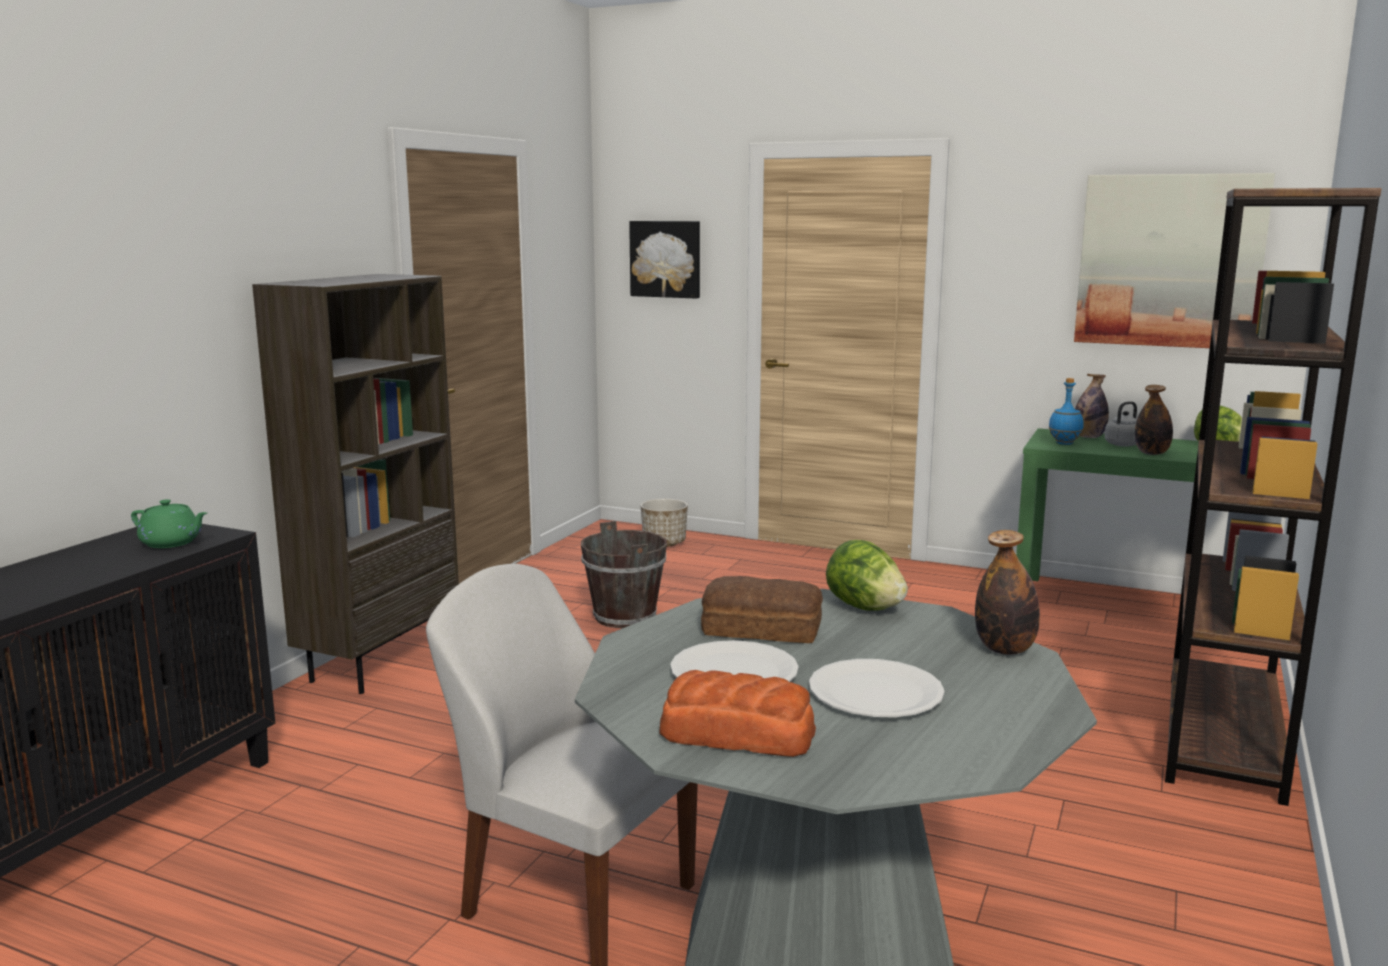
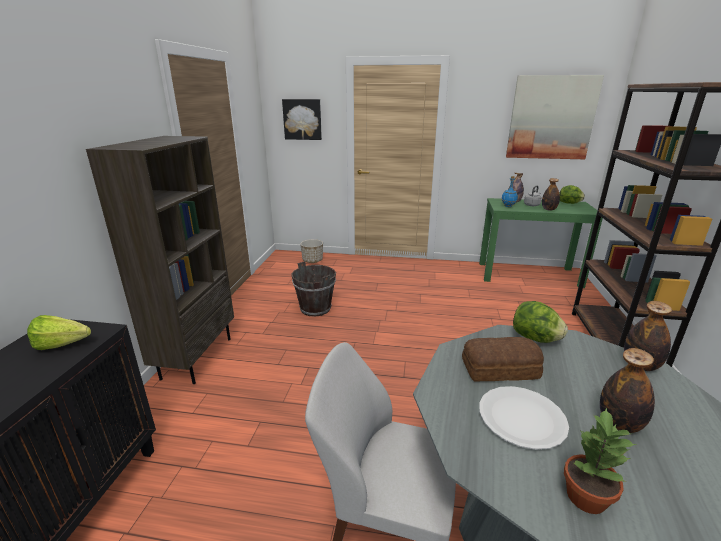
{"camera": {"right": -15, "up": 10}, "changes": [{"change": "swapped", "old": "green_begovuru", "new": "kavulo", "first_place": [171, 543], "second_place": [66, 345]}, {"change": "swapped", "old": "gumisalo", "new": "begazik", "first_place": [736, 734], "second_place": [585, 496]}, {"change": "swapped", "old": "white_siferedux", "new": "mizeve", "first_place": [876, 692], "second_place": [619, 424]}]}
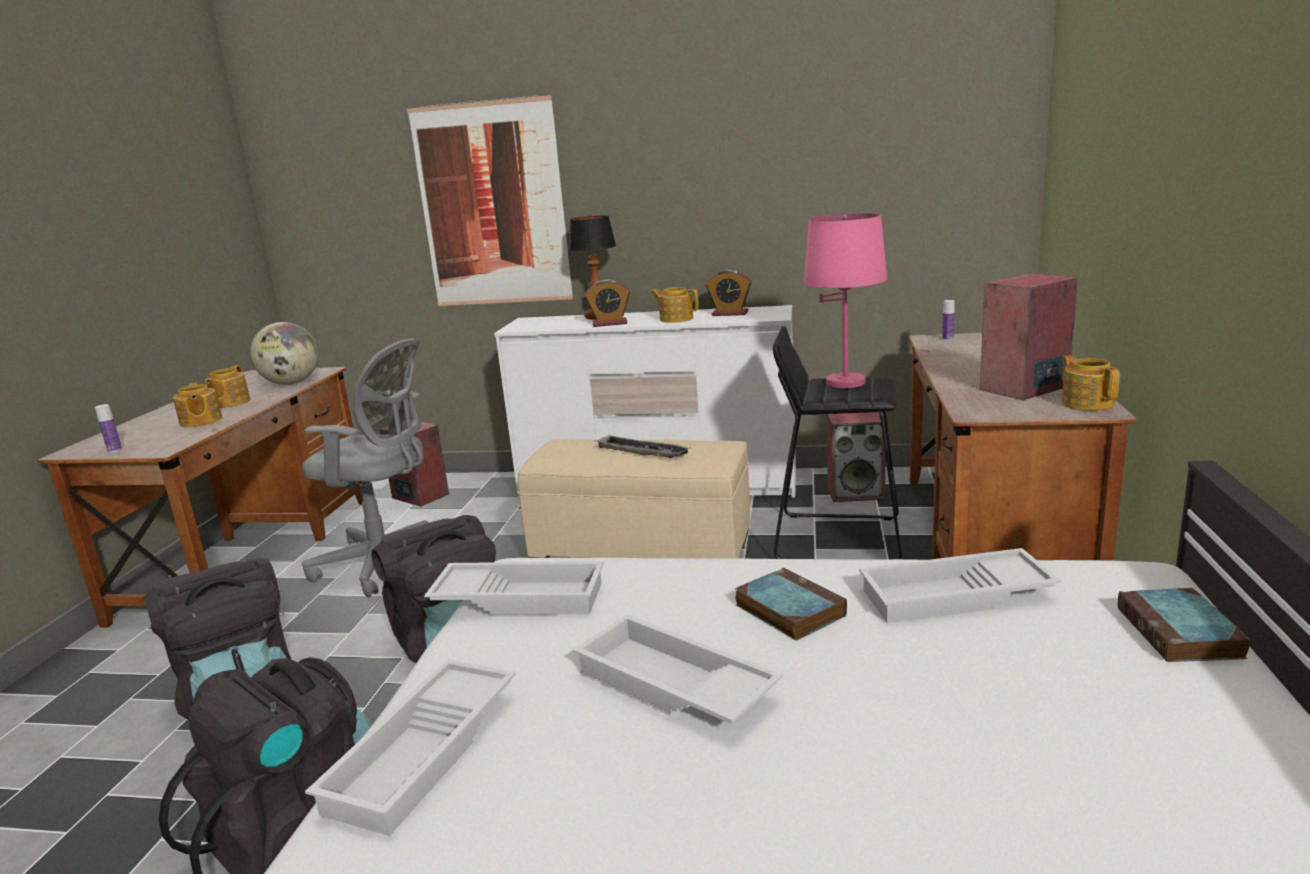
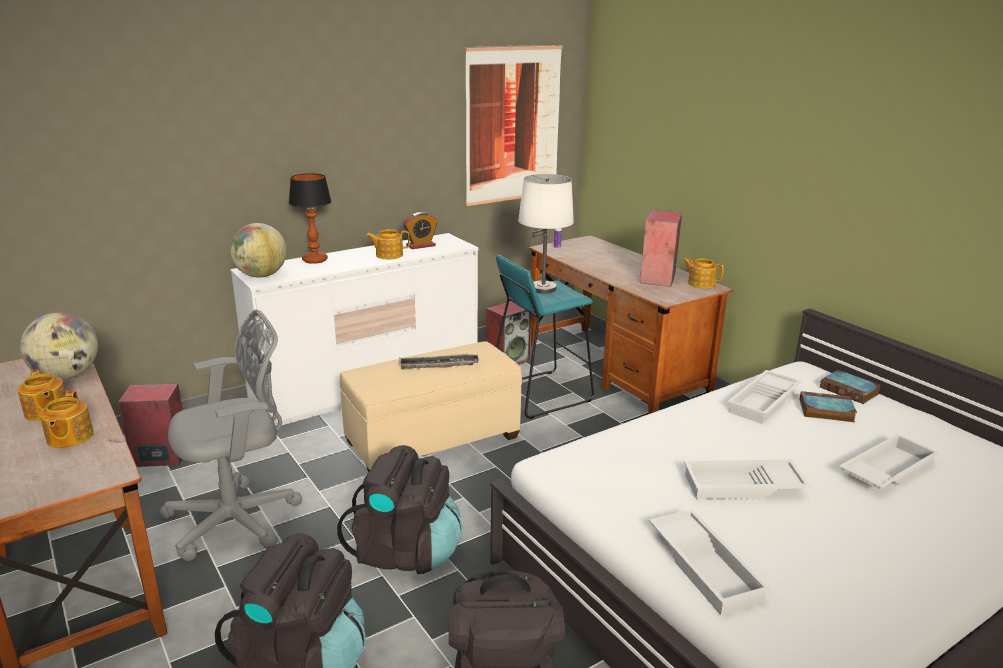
{"camera": {"right": -45, "up": 5}, "changes": [{"change": "gone", "old": "mizeve", "first_place": [114, 450]}, {"change": "rotated", "old": "begovuru", "first_place": [200, 421], "second_place": [69, 437], "degrees": 60}, {"change": "shifted", "old": "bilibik", "first_place": [492, 205], "second_place": [513, 125]}, {"change": "shifted", "old": "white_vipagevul", "first_place": [521, 597], "second_place": [885, 470]}, {"change": "gone", "old": "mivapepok", "first_place": [610, 323]}, {"change": "shifted", "old": "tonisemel", "first_place": [787, 610], "second_place": [825, 411]}, {"change": "repainted", "old": "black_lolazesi", "new": "turquoise_lolazesi", "first_place": [836, 539], "second_place": [539, 394]}, {"change": "repainted", "old": "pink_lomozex", "new": "white_lomozex", "first_place": [845, 382], "second_place": [543, 288]}, {"change": "new", "new": "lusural", "second_place": [261, 275]}]}
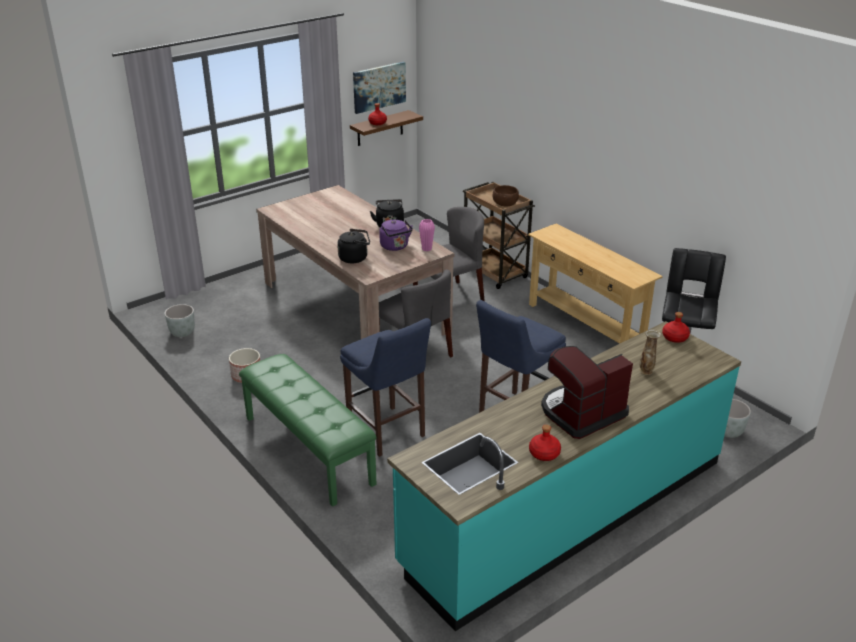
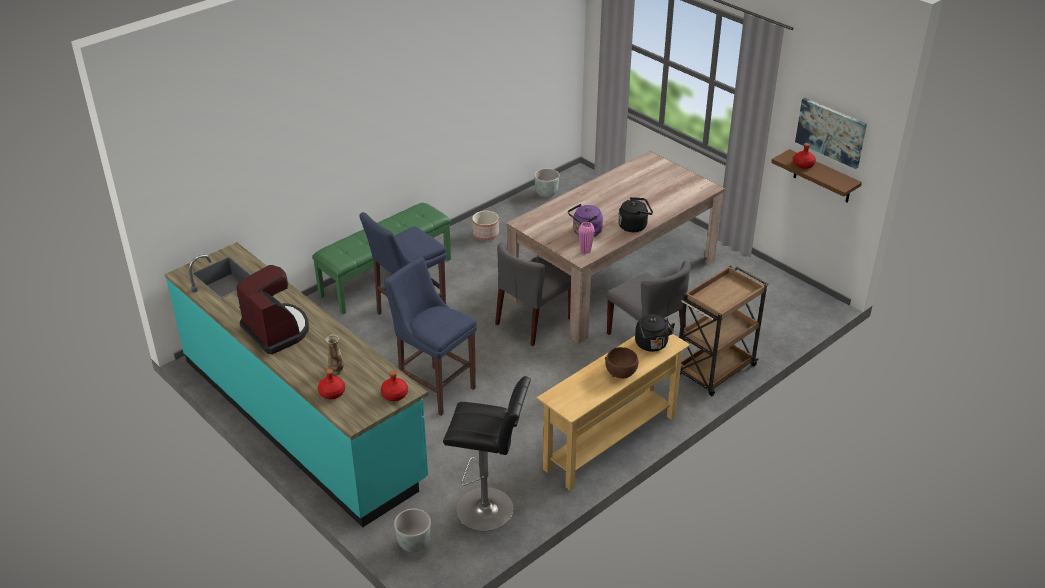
{"camera": {"right": 85, "up": 5}, "changes": [{"change": "shifted", "old": "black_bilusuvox", "first_place": [355, 258], "second_place": [652, 345]}, {"change": "shifted", "old": "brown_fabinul", "first_place": [504, 204], "second_place": [621, 372]}, {"change": "shifted", "old": "red_mizeve", "first_place": [544, 454], "second_place": [331, 393]}]}
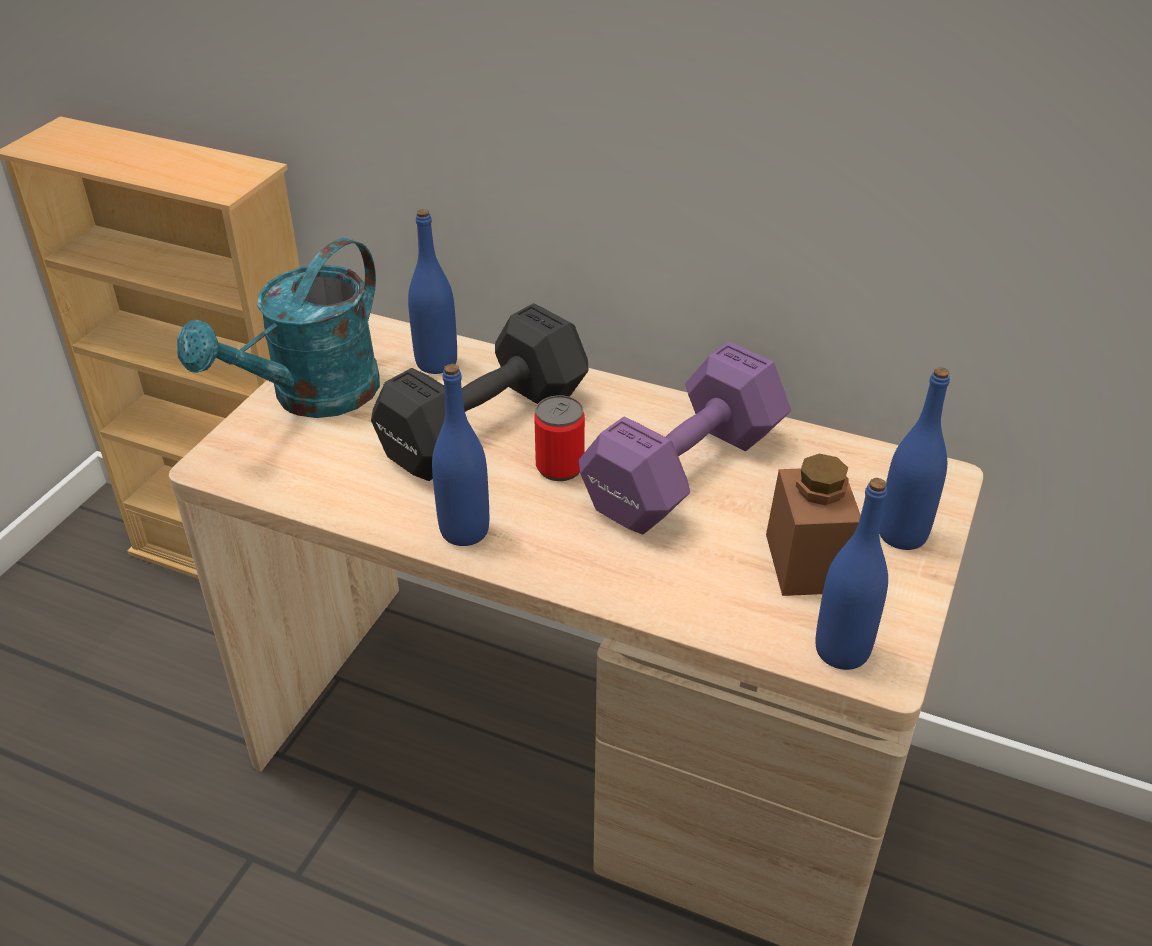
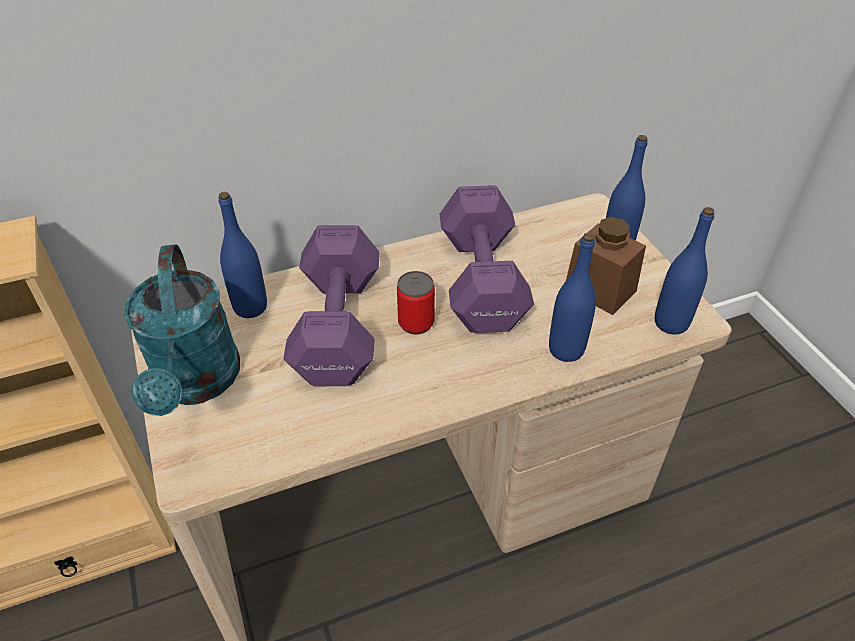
{"camera": {"right": -45, "up": 5}, "changes": [{"change": "repainted", "old": "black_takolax", "new": "purple_takolax", "first_place": [490, 424], "second_place": [339, 324]}, {"change": "shifted", "old": "blue_mizeve", "first_place": [464, 531], "second_place": [566, 350]}]}
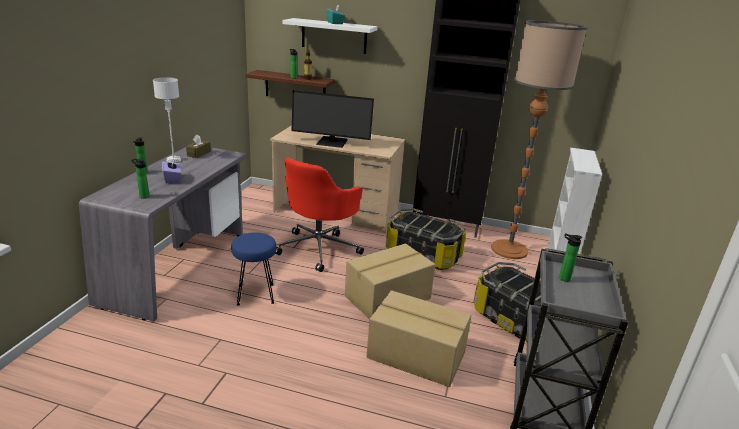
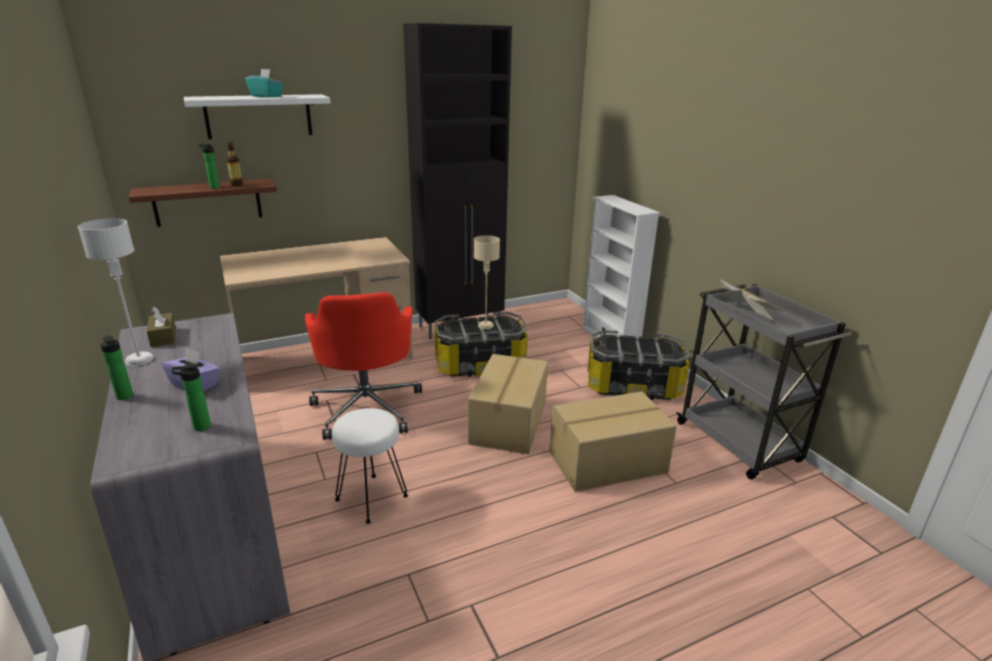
{"camera": {"right": -40, "up": 0}, "changes": [{"change": "repainted", "old": "blue_lolazesi", "new": "white_lolazesi", "first_place": [255, 295], "second_place": [372, 499]}, {"change": "gone", "old": "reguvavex", "first_place": [331, 142]}, {"change": "gone", "old": "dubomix", "first_place": [509, 250]}, {"change": "swapped", "old": "mizeve", "new": "tonisemel", "first_place": [562, 278], "second_place": [746, 312]}, {"change": "new", "new": "beige_lomozex", "second_place": [485, 325]}]}
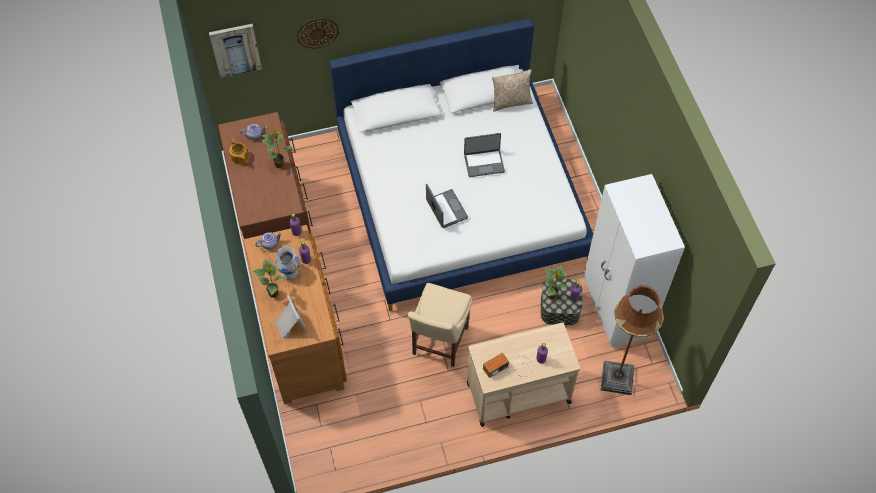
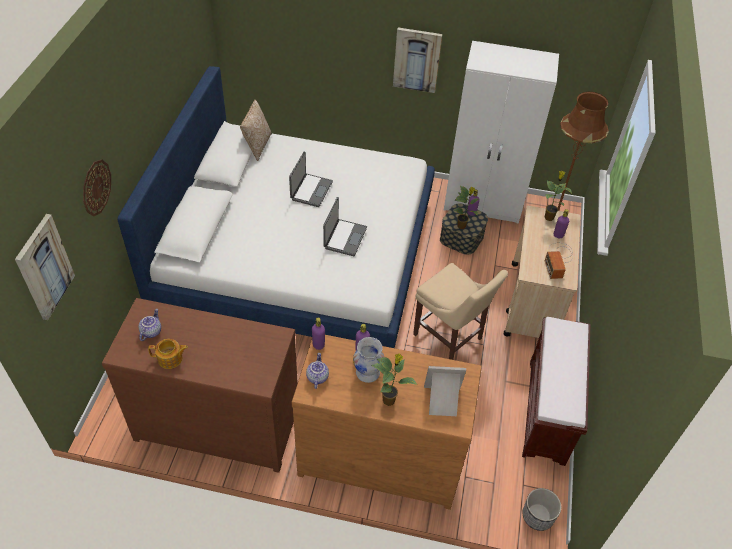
{"camera": {"right": -65, "up": -10}, "changes": [{"change": "shifted", "old": "begazik", "first_place": [280, 164], "second_place": [549, 217]}, {"change": "rotated", "old": "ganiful", "first_place": [446, 209], "second_place": [344, 238], "degrees": 105}, {"change": "new", "new": "bilibik", "second_place": [417, 60]}, {"change": "new", "new": "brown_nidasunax", "second_place": [547, 412]}, {"change": "new", "new": "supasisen", "second_place": [537, 516]}]}
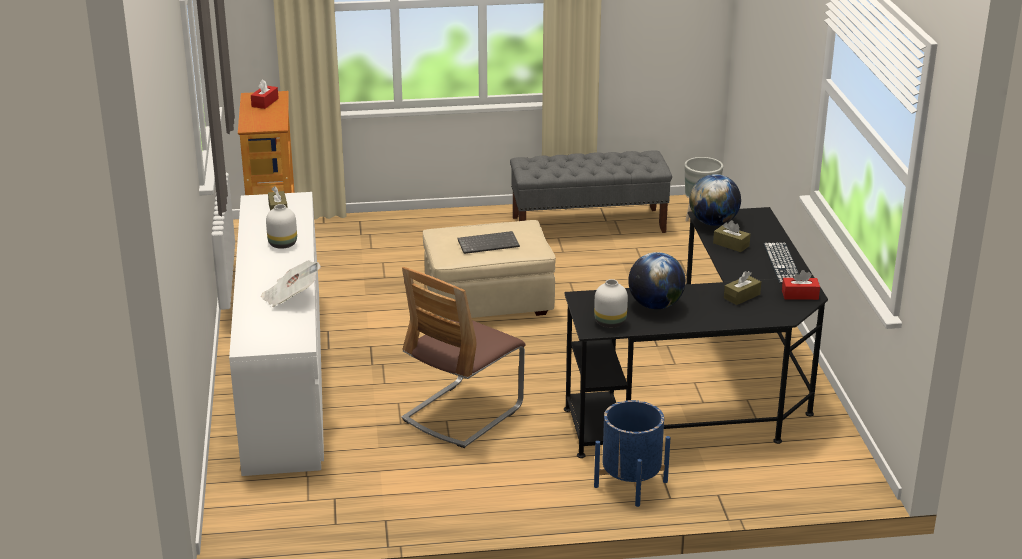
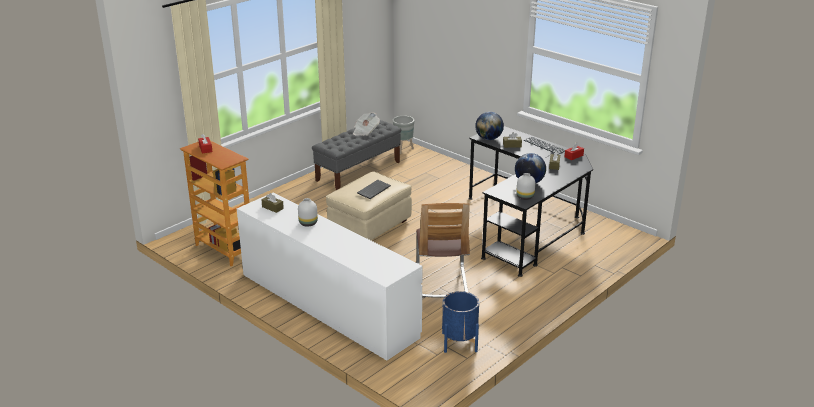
{"camera": {"right": -40, "up": 0}, "changes": [{"change": "shifted", "old": "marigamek", "first_place": [291, 297], "second_place": [365, 131]}, {"change": "shifted", "old": "blue_supasisen", "first_place": [630, 484], "second_place": [459, 342]}]}
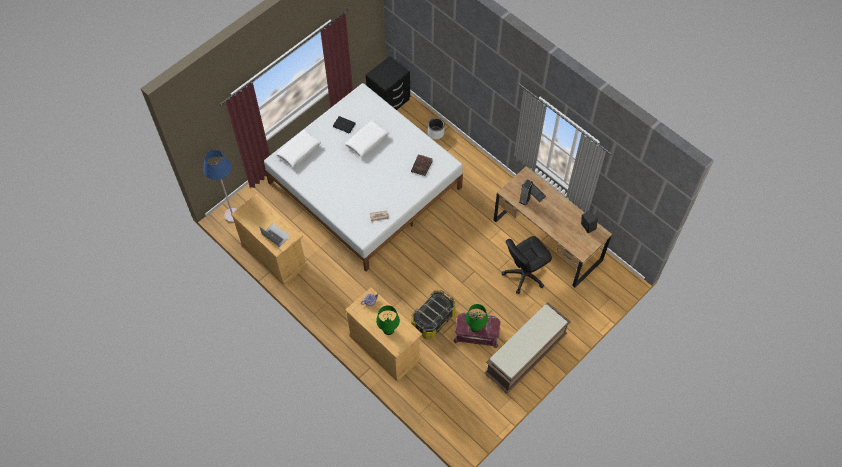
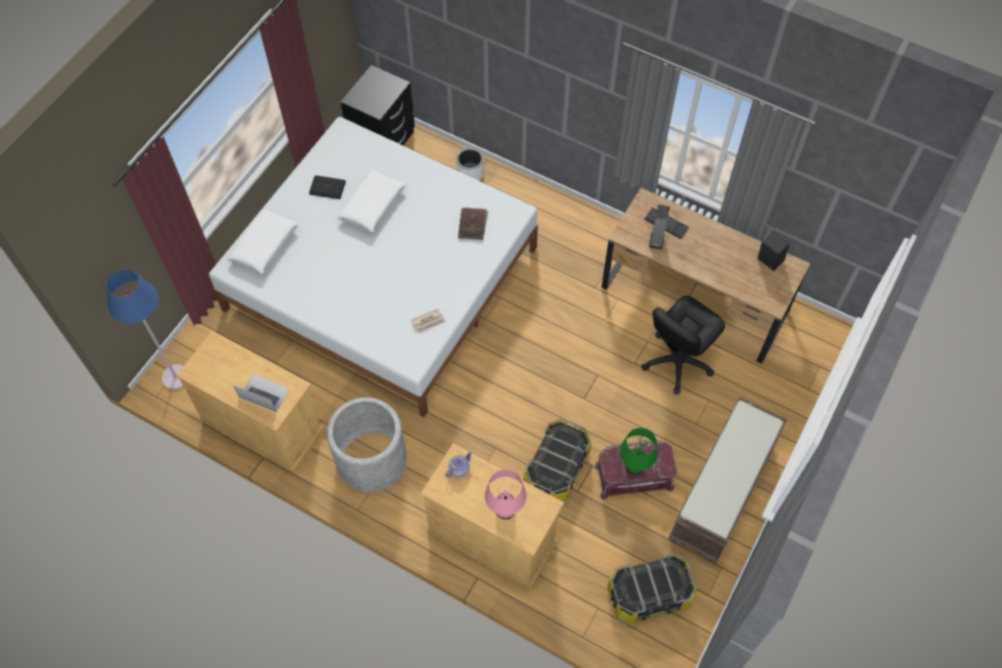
{"camera": {"right": -15, "up": 0}, "changes": [{"change": "repainted", "old": "green_lomozex", "new": "pink_lomozex", "first_place": [388, 330], "second_place": [504, 510]}, {"change": "new", "new": "grey_supasisen", "second_place": [371, 460]}, {"change": "new", "new": "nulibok", "second_place": [648, 595]}]}
